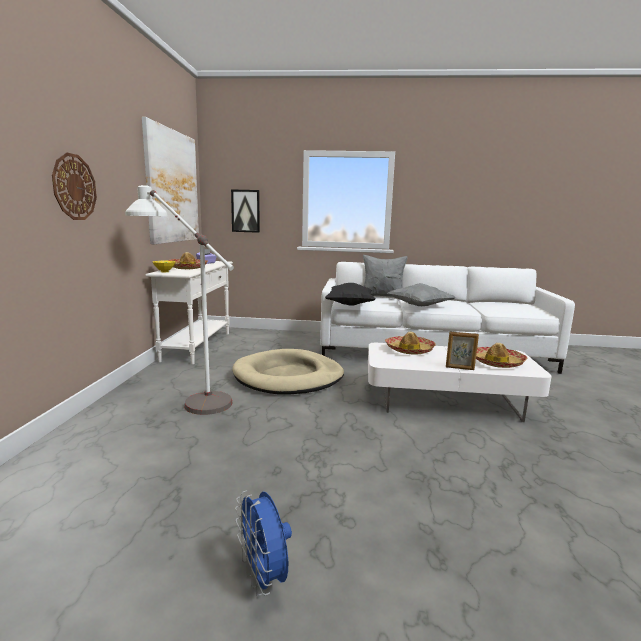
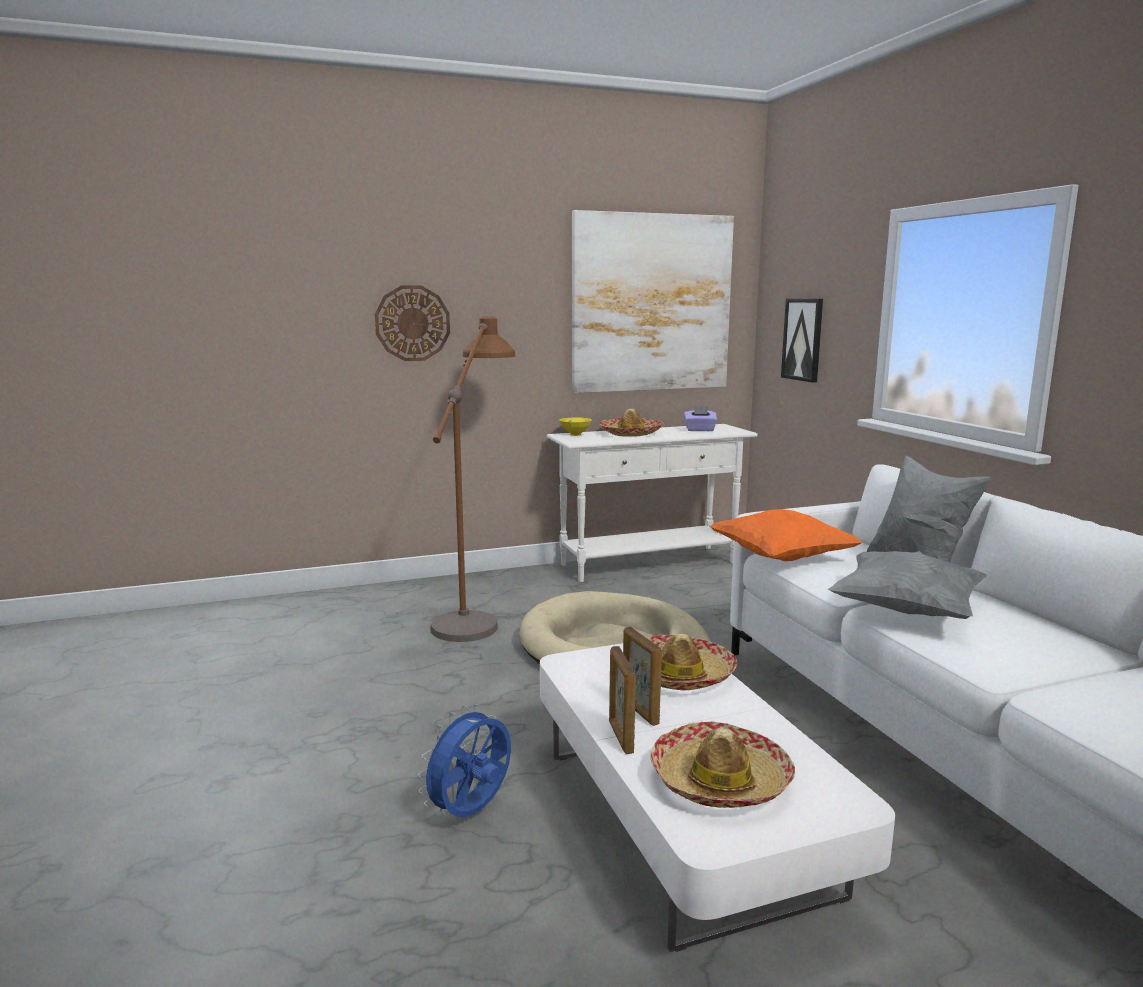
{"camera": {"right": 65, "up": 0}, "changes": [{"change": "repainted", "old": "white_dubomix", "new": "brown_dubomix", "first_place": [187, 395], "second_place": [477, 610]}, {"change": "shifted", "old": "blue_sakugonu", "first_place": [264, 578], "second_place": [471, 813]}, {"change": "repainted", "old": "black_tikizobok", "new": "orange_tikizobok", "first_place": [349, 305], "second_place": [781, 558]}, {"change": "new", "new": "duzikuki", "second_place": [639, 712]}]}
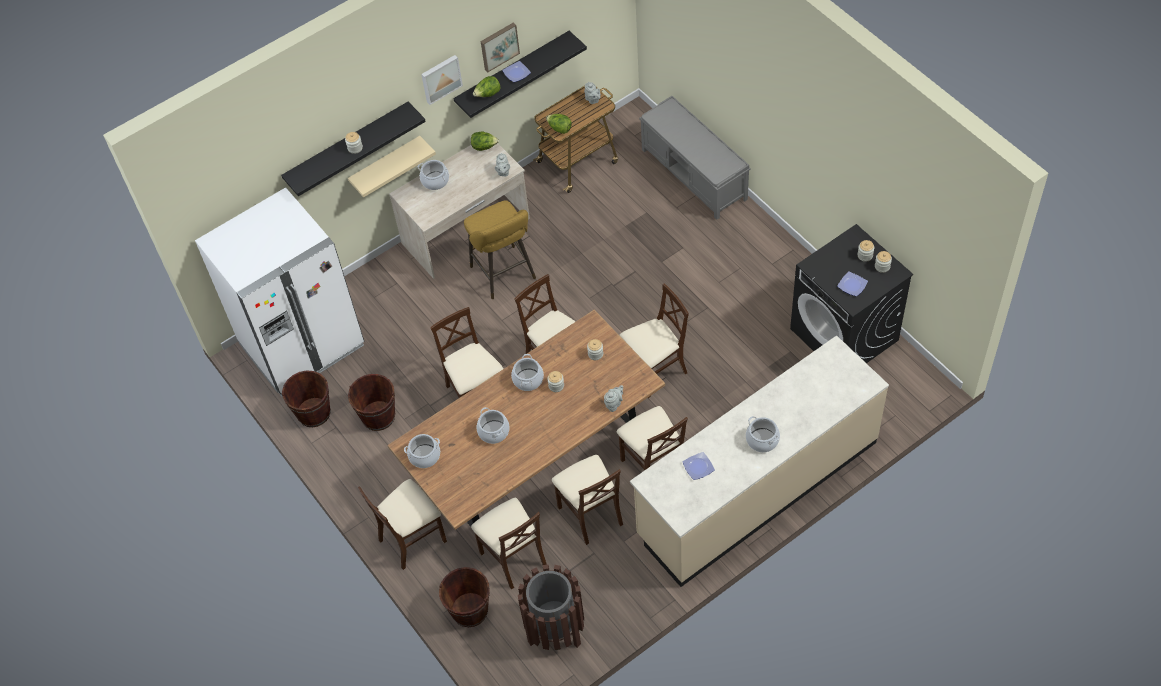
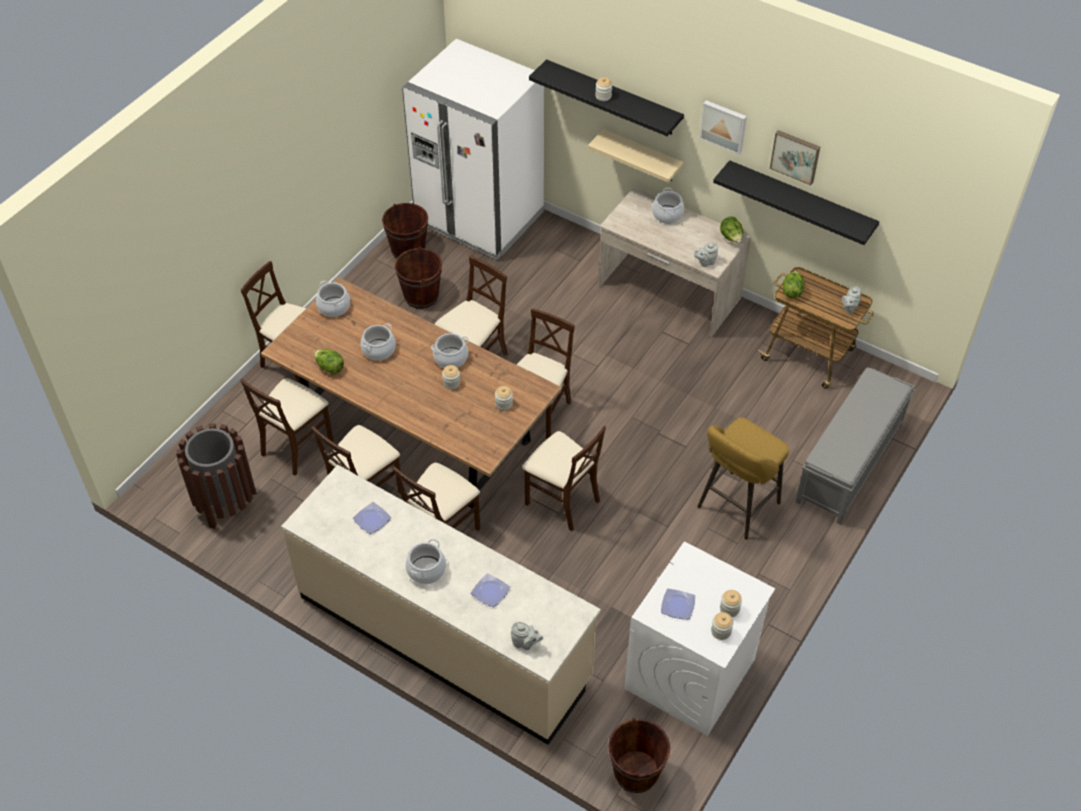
{"camera": {"right": 65, "up": -5}, "changes": [{"change": "shifted", "old": "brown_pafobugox", "first_place": [469, 610], "second_place": [636, 772]}, {"change": "shifted", "old": "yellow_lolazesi", "first_place": [504, 275], "second_place": [735, 508]}, {"change": "shifted", "old": "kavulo", "first_place": [488, 94], "second_place": [330, 368]}, {"change": "shifted", "old": "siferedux", "first_place": [516, 73], "second_place": [490, 591]}, {"change": "shifted", "old": "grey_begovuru", "first_place": [614, 404], "second_place": [525, 643]}, {"change": "repainted", "old": "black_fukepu", "new": "white_fukepu", "first_place": [845, 335], "second_place": [690, 674]}]}
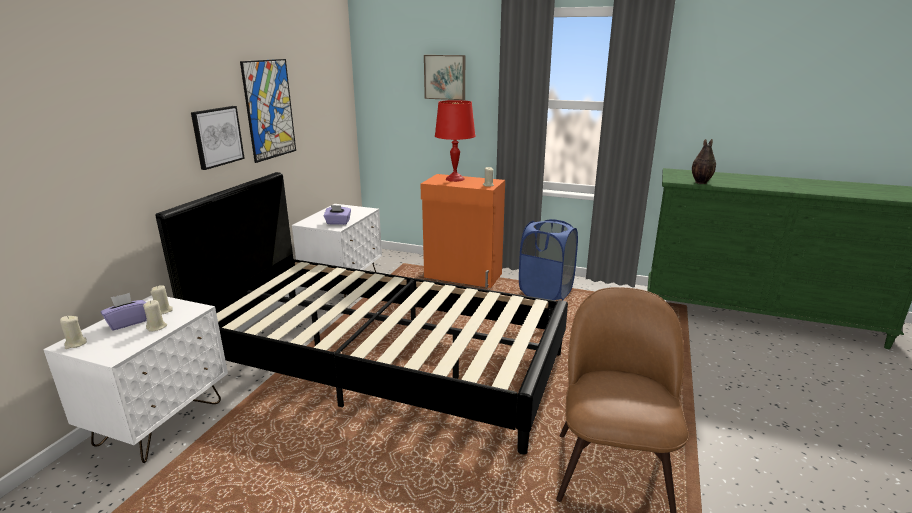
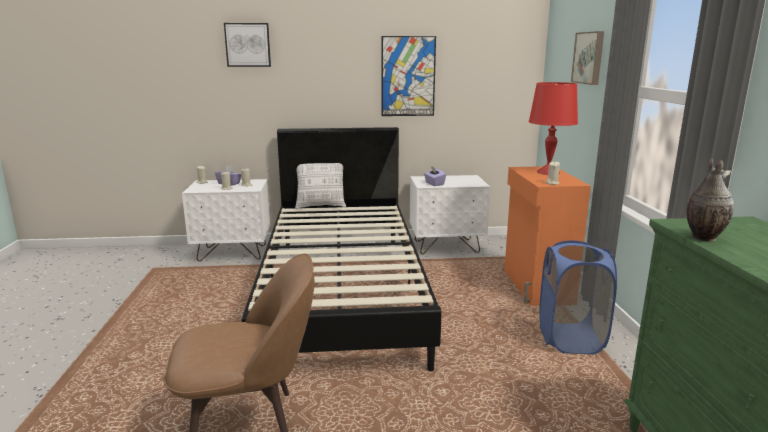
{"camera": {"right": 65, "up": -5}, "changes": [{"change": "shifted", "old": "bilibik", "first_place": [217, 136], "second_place": [248, 45]}, {"change": "new", "new": "tikizobok", "second_place": [321, 206]}]}
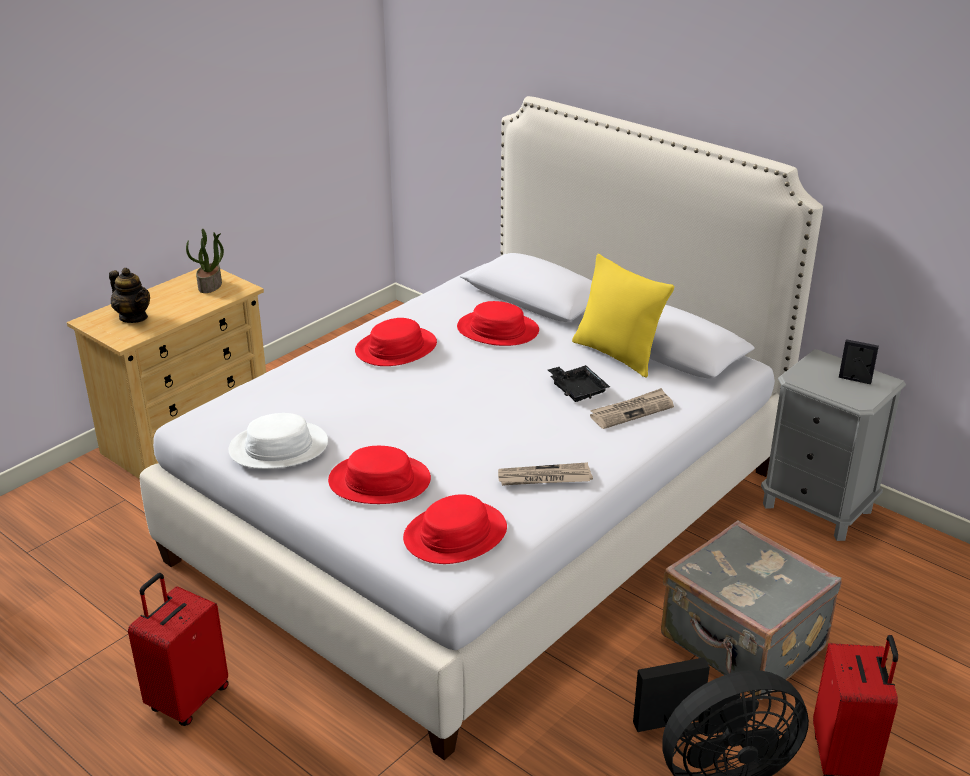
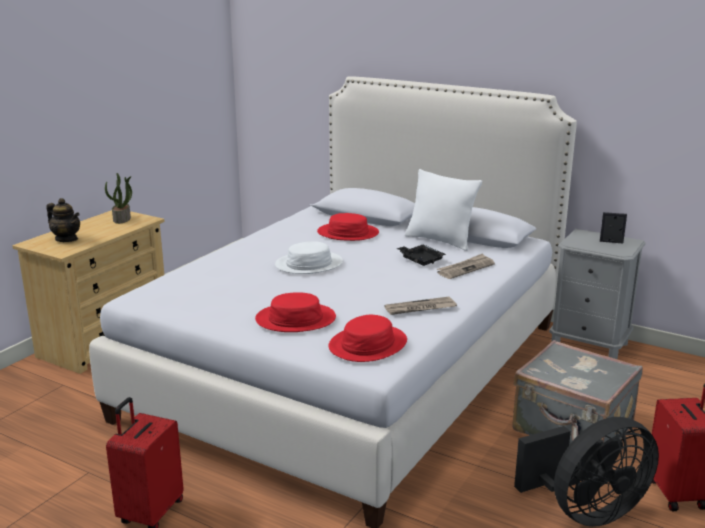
{"camera": {"right": -10, "up": -10}, "changes": [{"change": "shifted", "old": "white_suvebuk", "first_place": [278, 447], "second_place": [309, 264]}, {"change": "gone", "old": "red_suvebuk", "first_place": [396, 348]}, {"change": "repainted", "old": "yellow_tikizobok", "new": "white_tikizobok", "first_place": [617, 355], "second_place": [440, 240]}]}
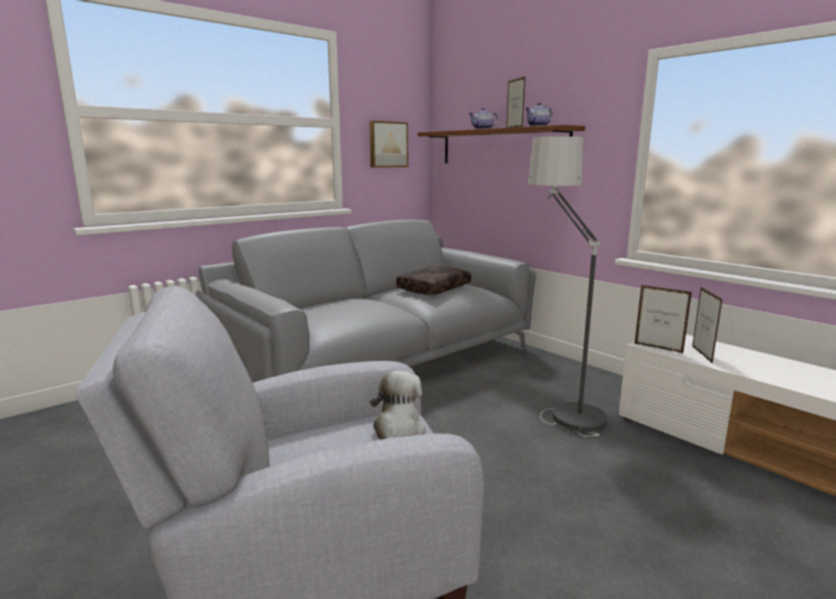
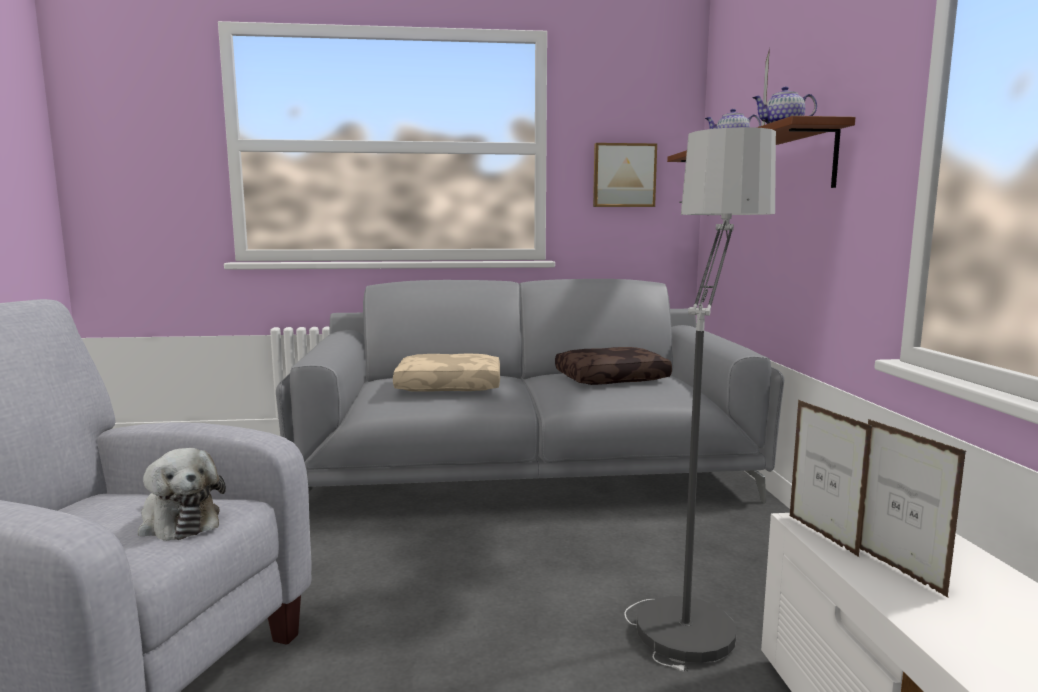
{"camera": {"right": 35, "up": -5}, "changes": [{"change": "rotated", "old": "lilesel", "first_place": [397, 432], "second_place": [178, 521], "degrees": 90}, {"change": "rotated", "old": "duzikuki", "first_place": [701, 354], "second_place": [898, 570], "degrees": 120}, {"change": "new", "new": "beige_tikizobok", "second_place": [450, 386]}]}
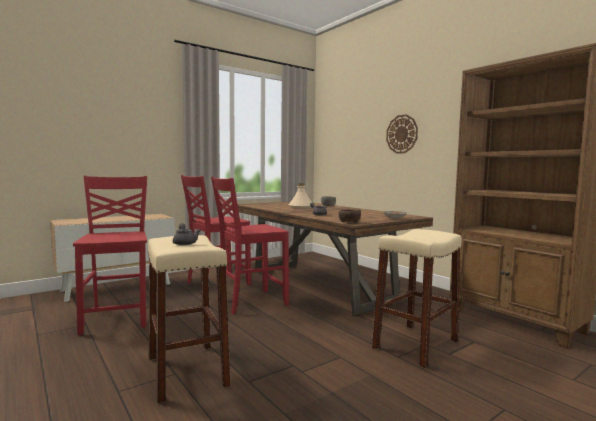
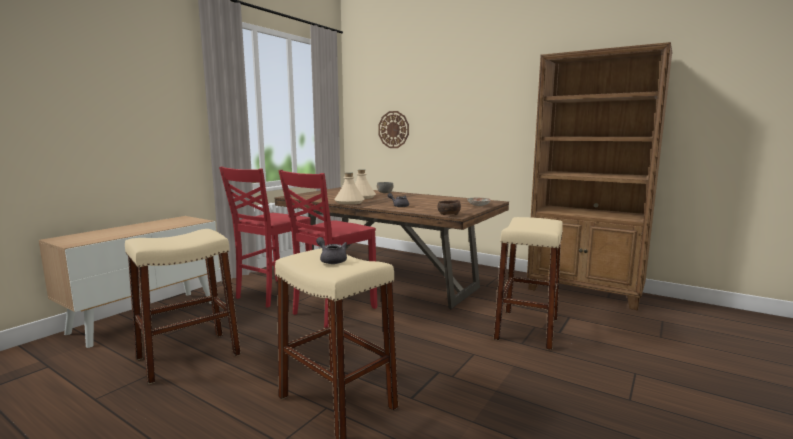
{"camera": {"right": -20, "up": 5}, "changes": [{"change": "swapped", "old": "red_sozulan", "new": "beige_lolazesi", "first_place": [118, 318], "second_place": [188, 356]}, {"change": "shifted", "old": "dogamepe", "first_place": [402, 134], "second_place": [393, 129]}, {"change": "new", "new": "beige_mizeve", "second_place": [349, 202]}]}
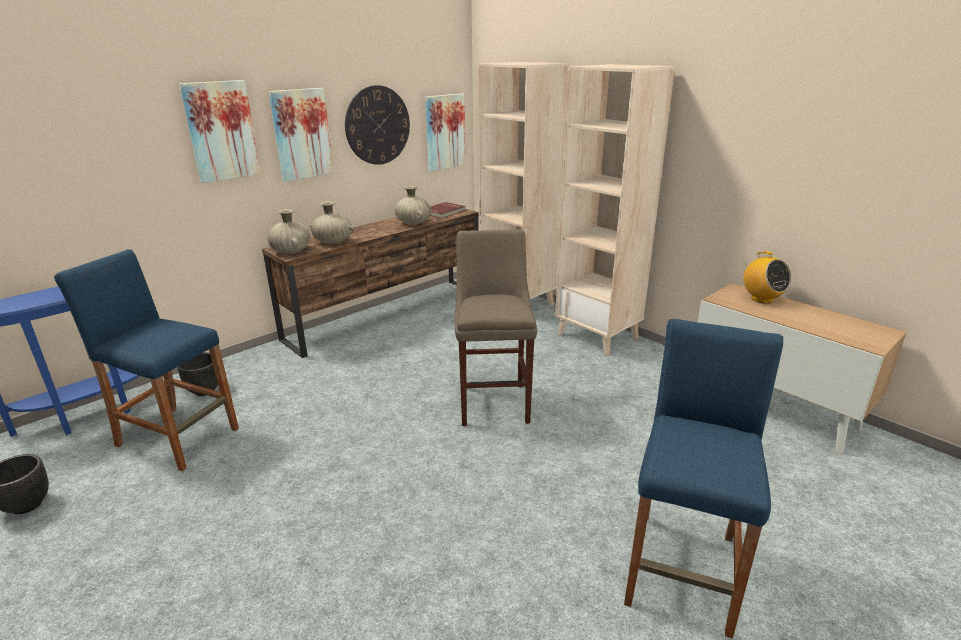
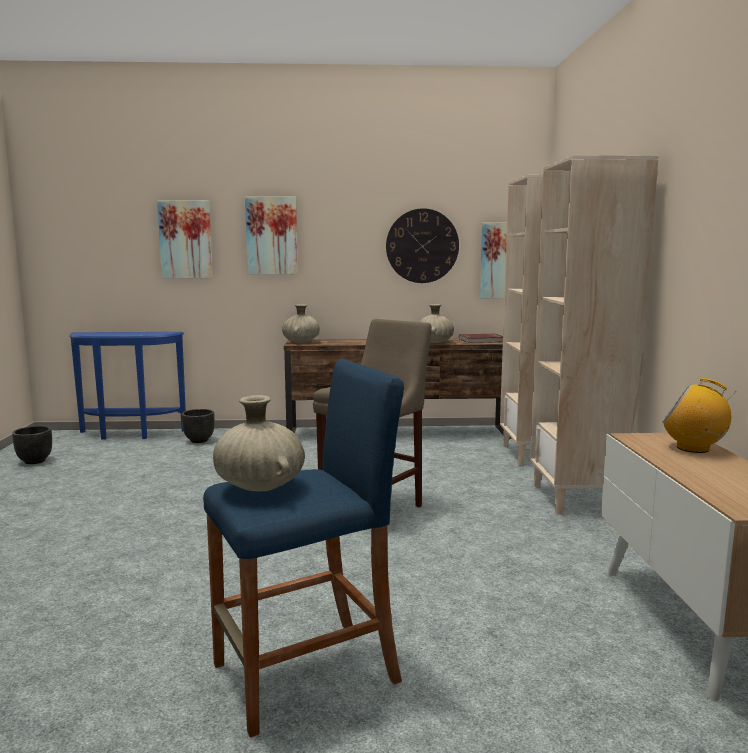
{"camera": {"right": 40, "up": -15}, "changes": [{"change": "gone", "old": "blue_lolazesi", "first_place": [178, 437]}, {"change": "shifted", "old": "bilibik", "first_place": [302, 134], "second_place": [185, 239]}, {"change": "shifted", "old": "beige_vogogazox", "first_place": [333, 242], "second_place": [260, 487]}, {"change": "rotated", "old": "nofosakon", "first_place": [761, 299], "second_place": [693, 448], "degrees": 105}]}
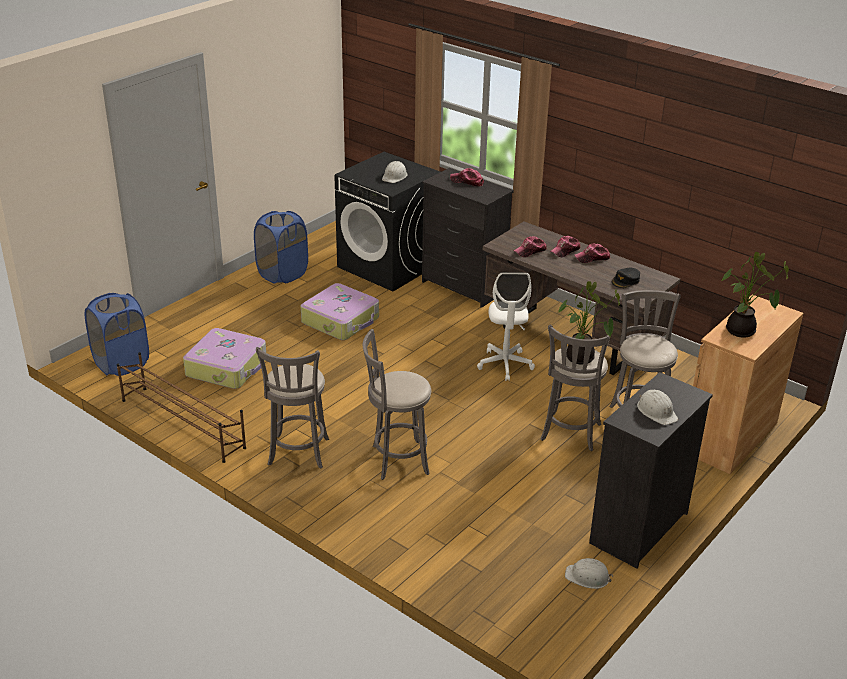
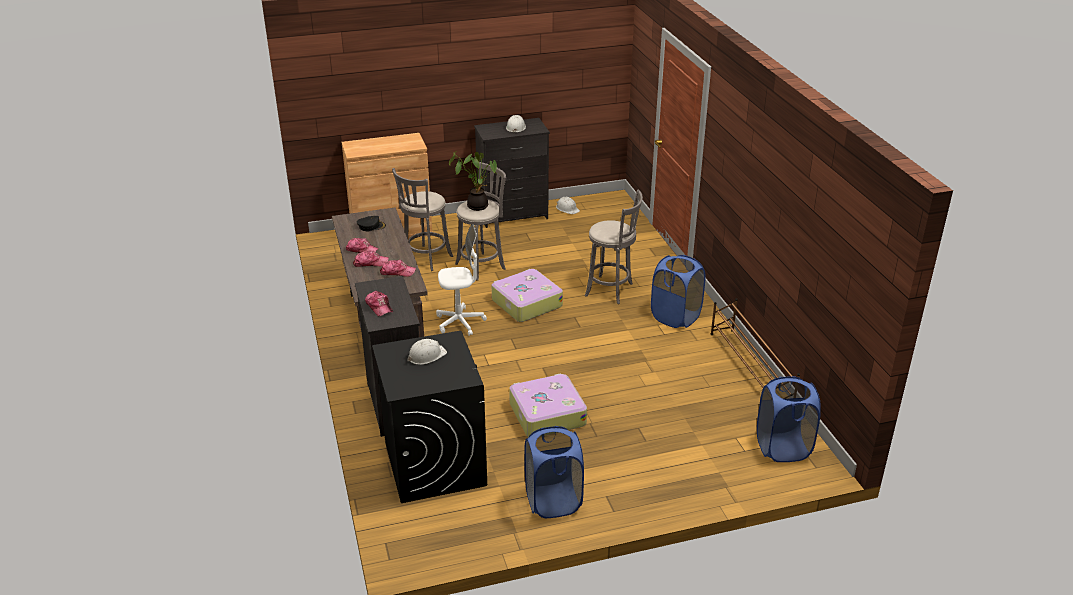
{"camera": {"right": -145, "up": 0}, "changes": [{"change": "shifted", "old": "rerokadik", "first_place": [227, 367], "second_place": [526, 303]}, {"change": "swapped", "old": "grey_lolazesi", "new": "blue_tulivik", "first_place": [298, 454], "second_place": [675, 317]}, {"change": "rotated", "old": "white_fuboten", "first_place": [505, 364], "second_place": [460, 322], "degrees": 45}, {"change": "gone", "old": "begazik", "first_place": [742, 332]}]}
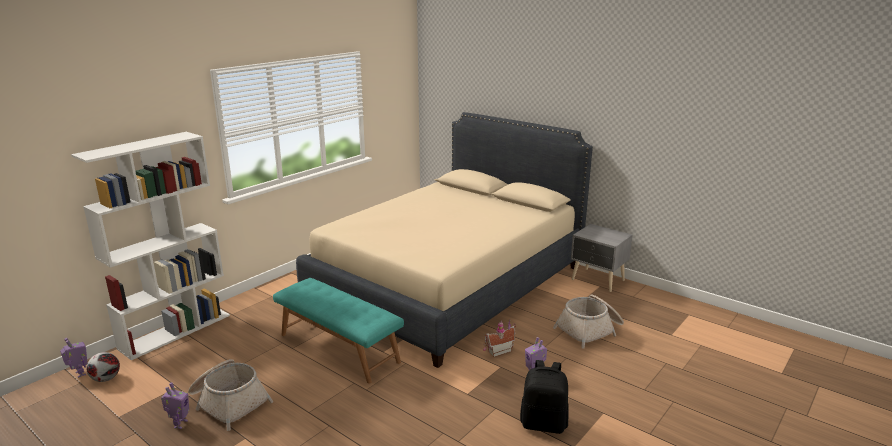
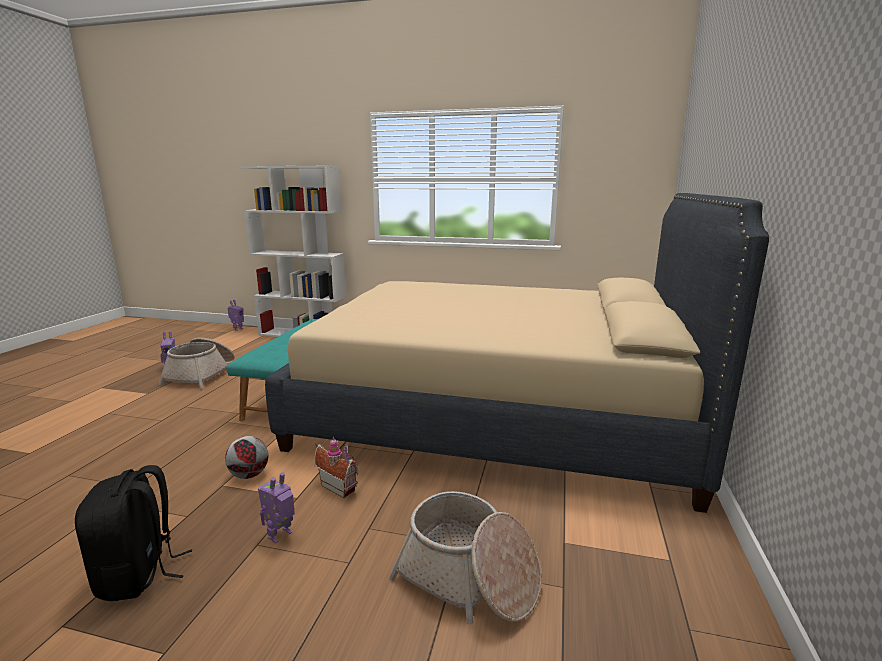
{"camera": {"right": 65, "up": -5}, "changes": [{"change": "shifted", "old": "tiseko", "first_place": [106, 379], "second_place": [248, 475]}, {"change": "gone", "old": "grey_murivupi", "first_place": [598, 280]}]}
